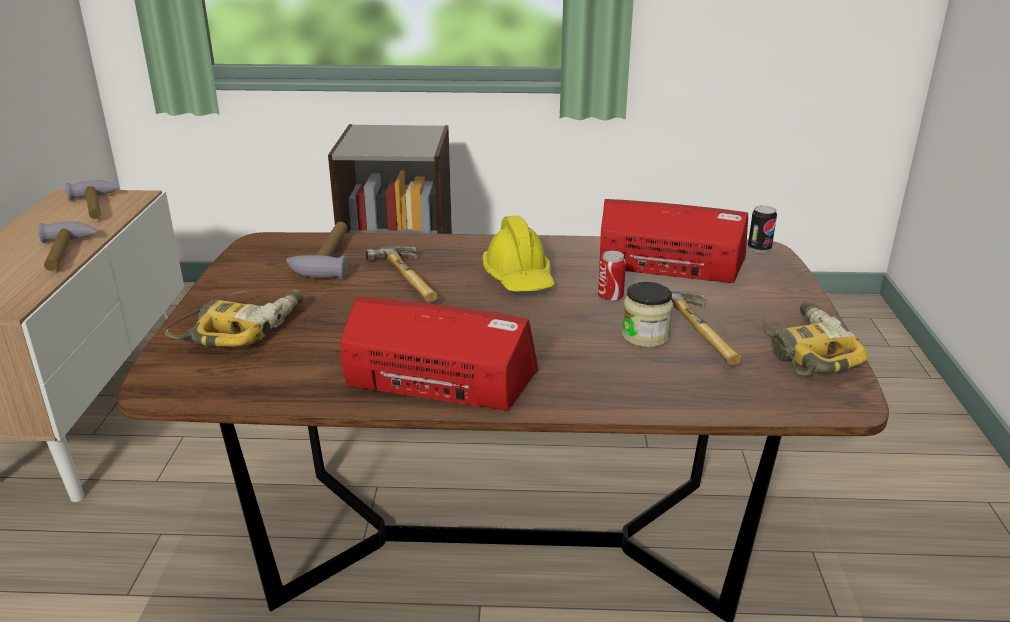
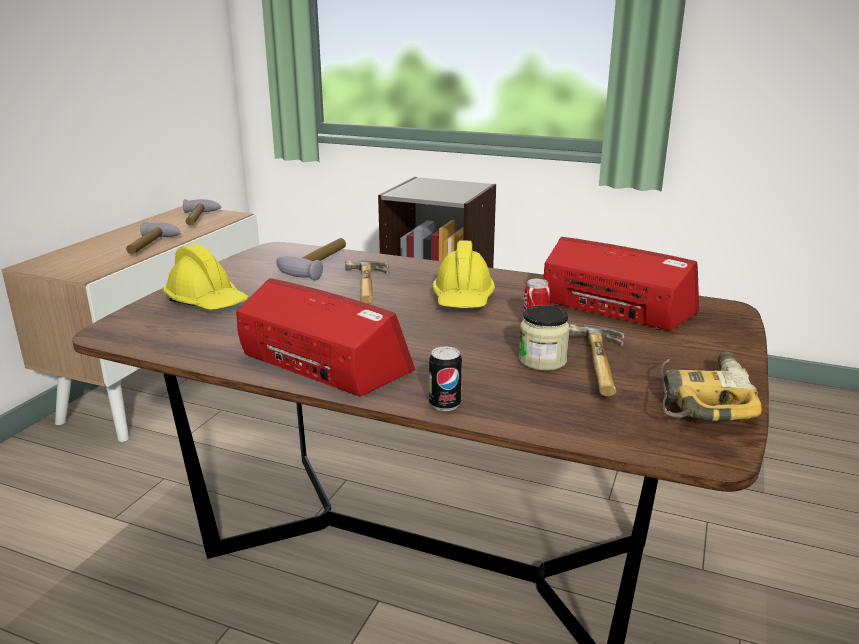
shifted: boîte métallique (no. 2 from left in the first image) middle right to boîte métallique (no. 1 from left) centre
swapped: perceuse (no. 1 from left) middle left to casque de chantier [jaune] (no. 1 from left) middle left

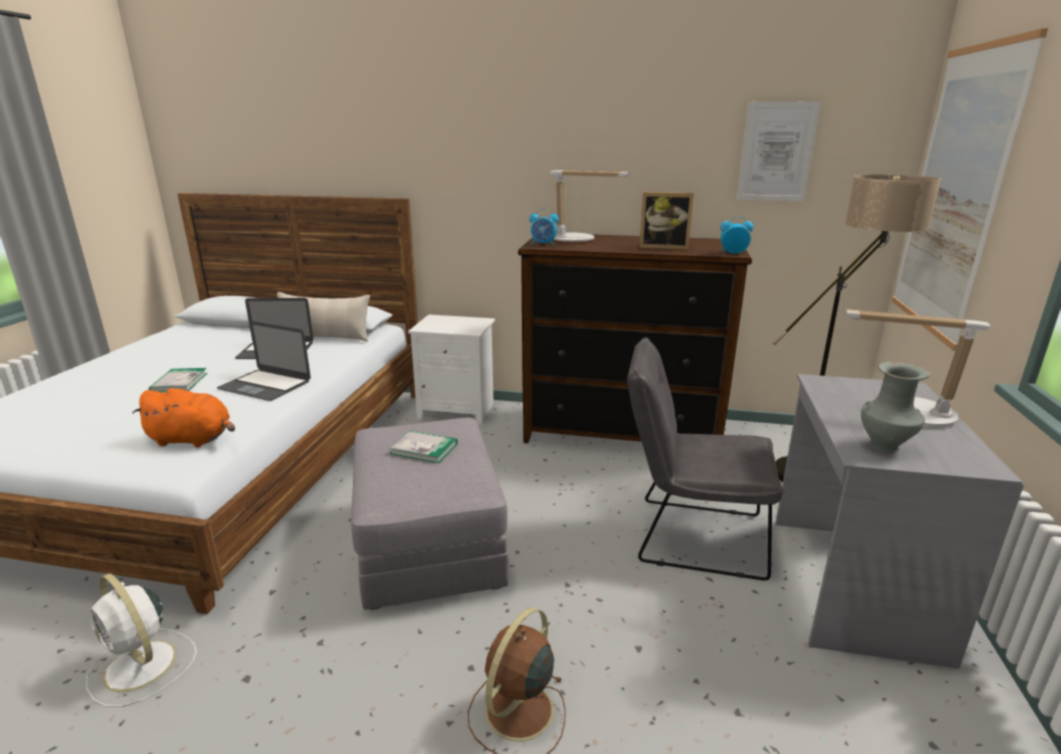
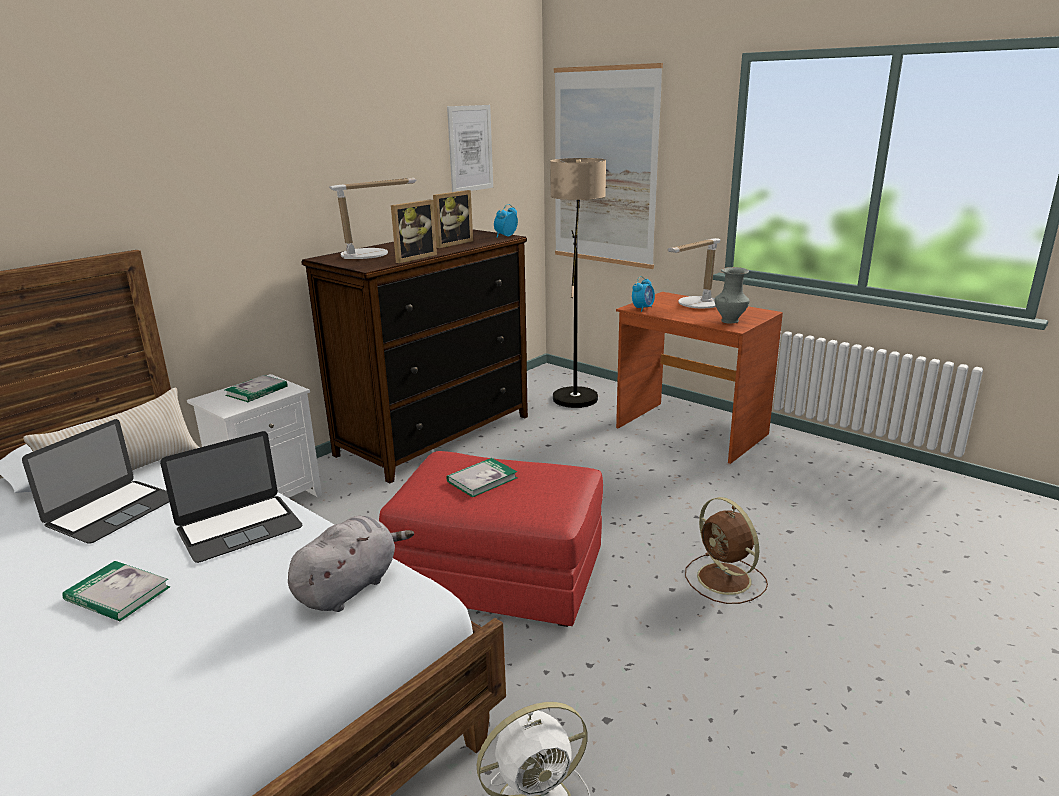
gone: chaise [gris] centre
new: cadre photo (no. 1 from left) top centre; livre (no. 2 from left) middle left
shifted: réveil (no. 1 from left in the first image) top centre to réveil (no. 2 from left) centre
repainted: bureau [gris] bottom right to bureau [marron] centre; peluche [orange] middle left to peluche [gris] bottom left; pouf [gris] bottom centre to pouf [rouge] bottom centre

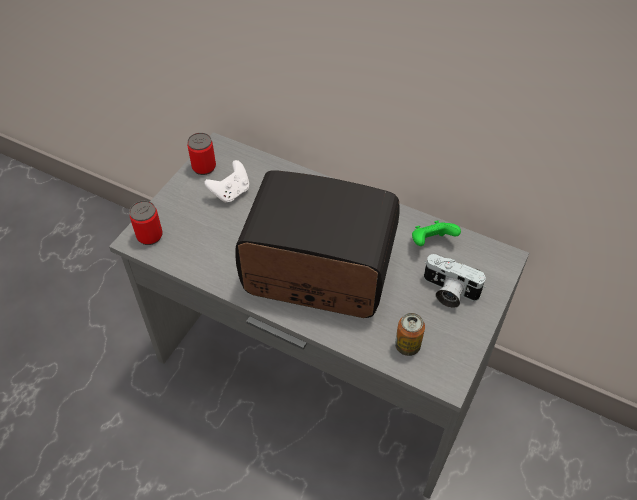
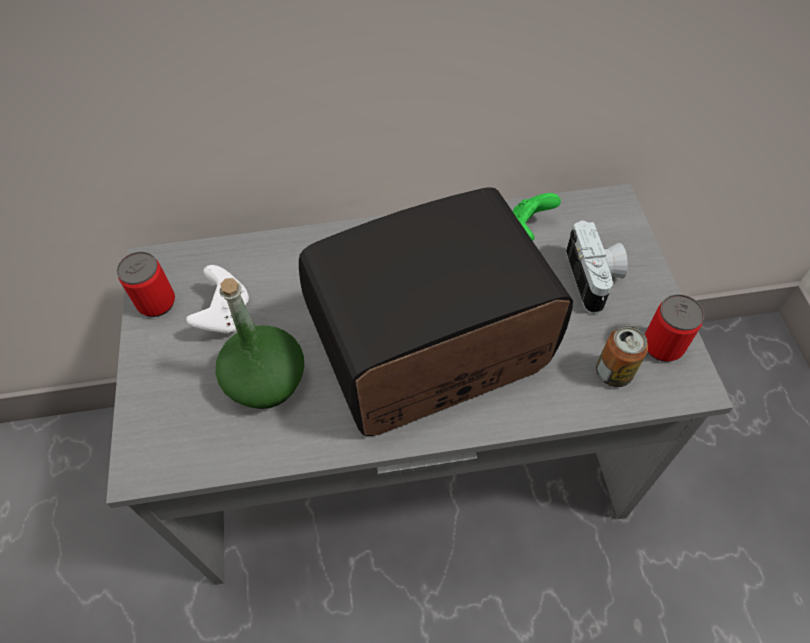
new: bouteille [vert] middle left
shifted: boîte métallique (no. 1 from left in the first image) middle left to boîte métallique (no. 3 from left) middle right
rotated: appareil photo middle right = middle right 90 degrees counterclockwise

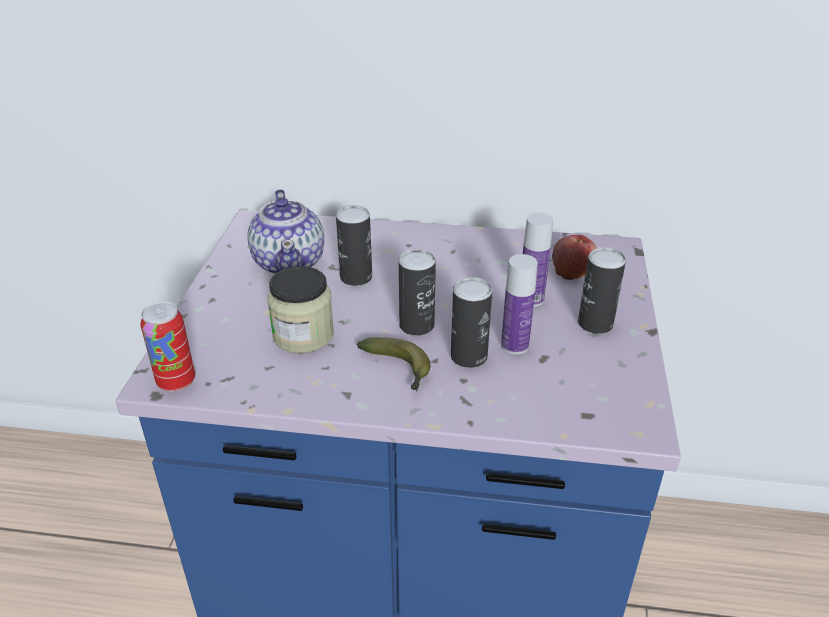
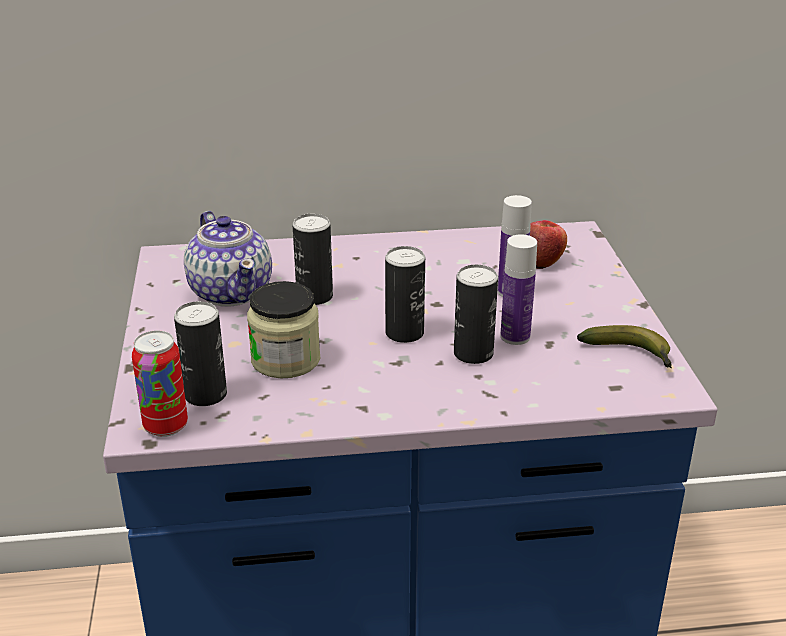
shifted: boîte métallique (no. 5 from left in the first image) middle right to boîte métallique (no. 2 from left) middle left; banane centre to middle right

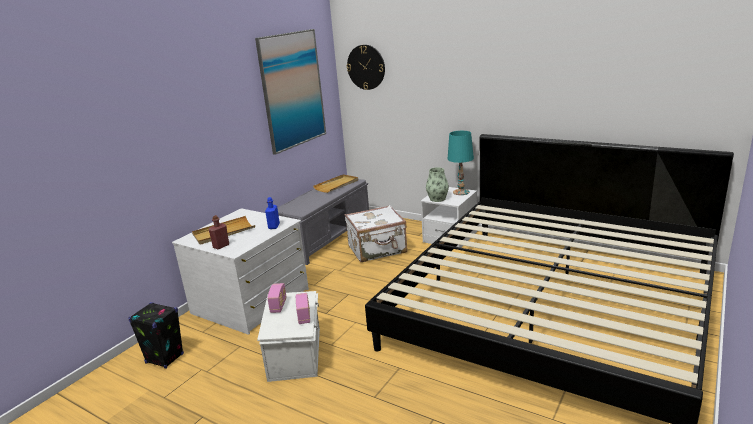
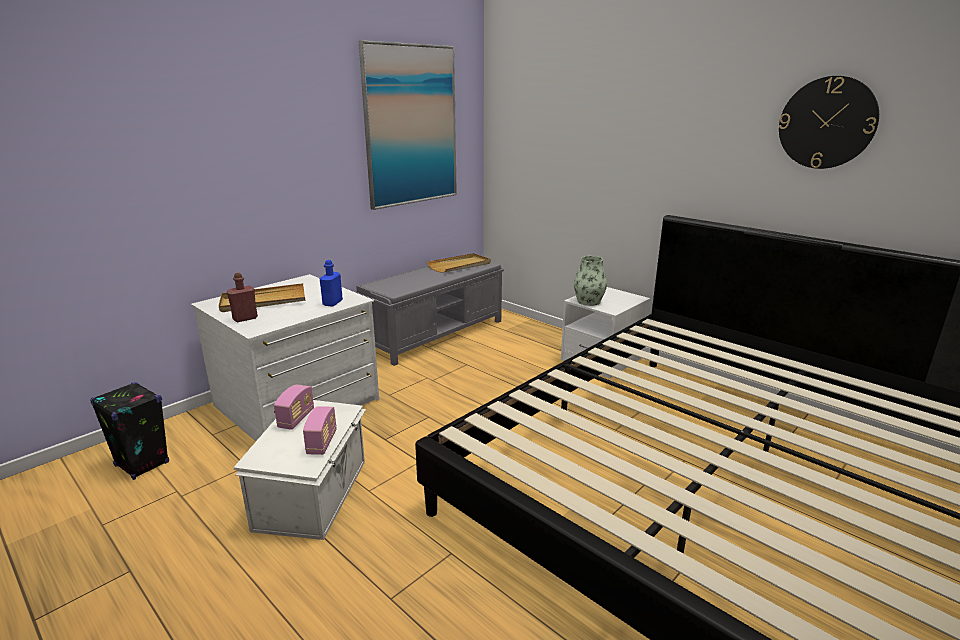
gone: lampe de table [turquoise] centre; valise [blanc] centre
shifted: horloge murale top centre to top right

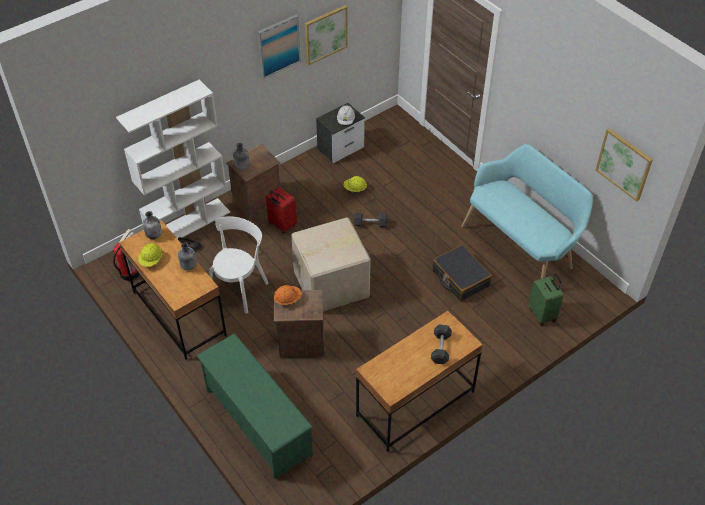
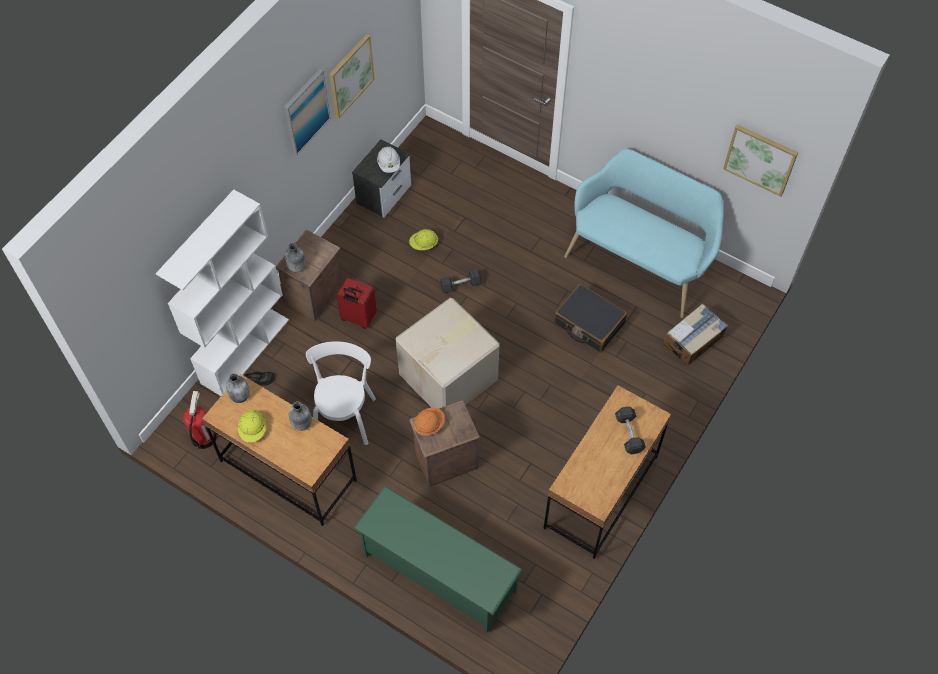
swapped: valise [vert] middle right to carton (no. 2 from left) middle right

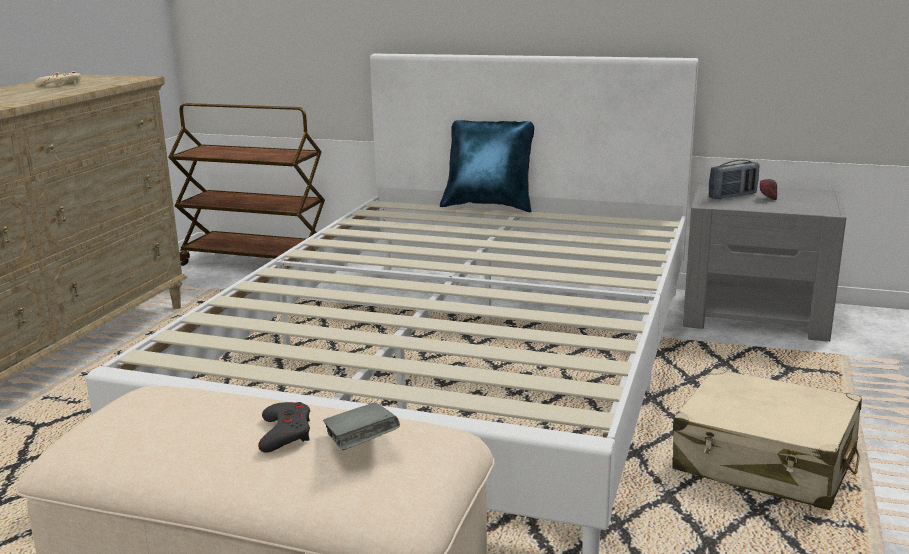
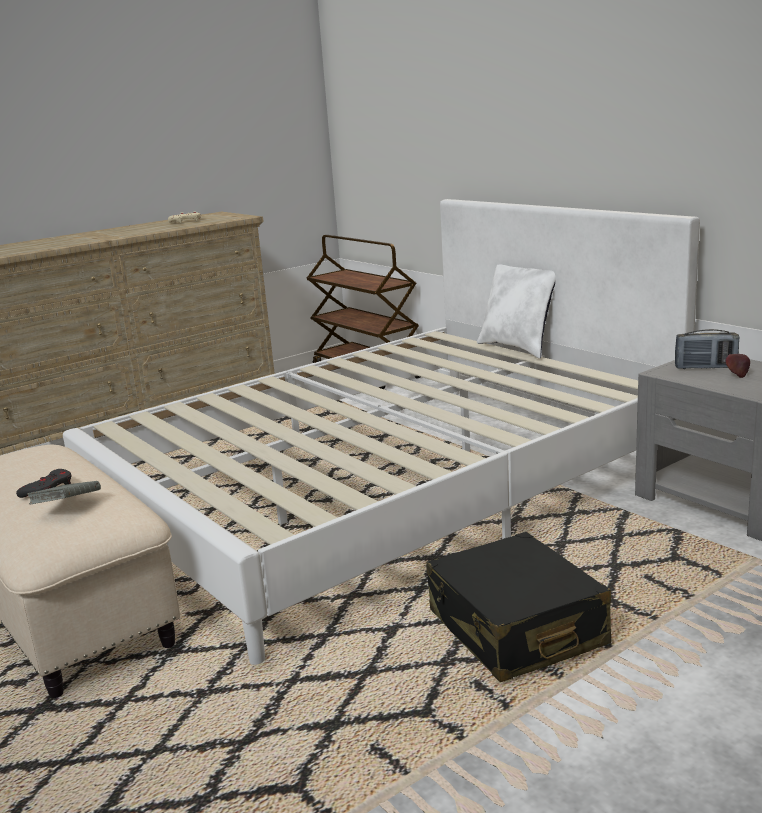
repainted: coussin [bleu] top centre to coussin [blanc] middle right; valise [beige] bottom right to valise [noir] bottom right

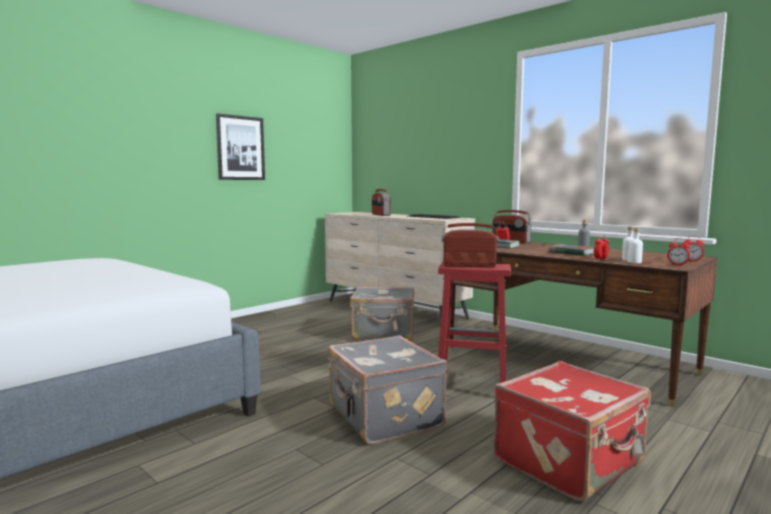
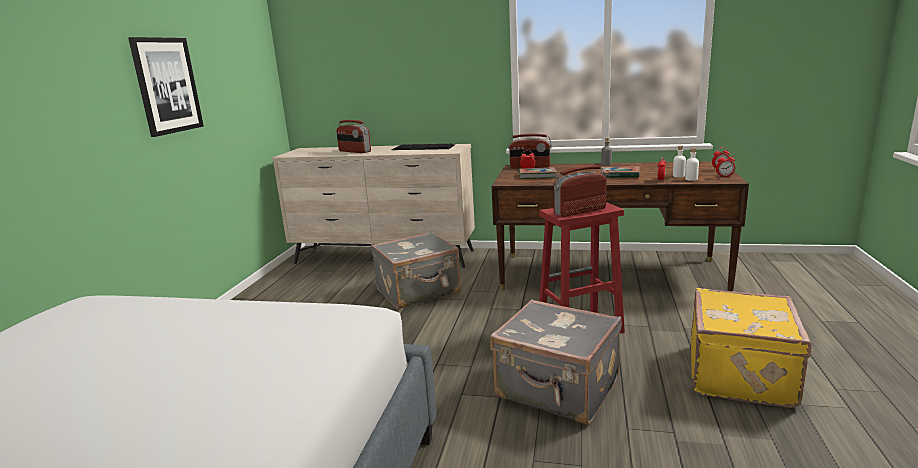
repainted: valise [rouge] bottom right to valise [jaune] bottom right

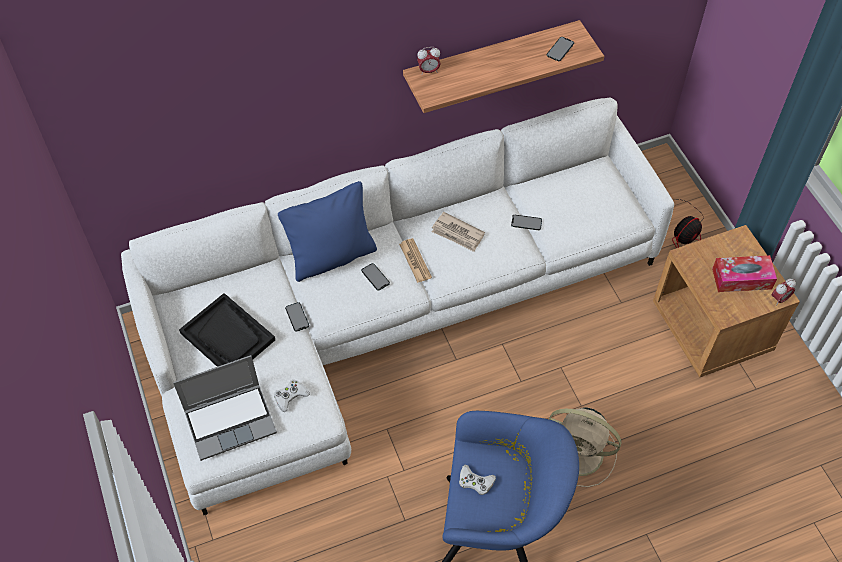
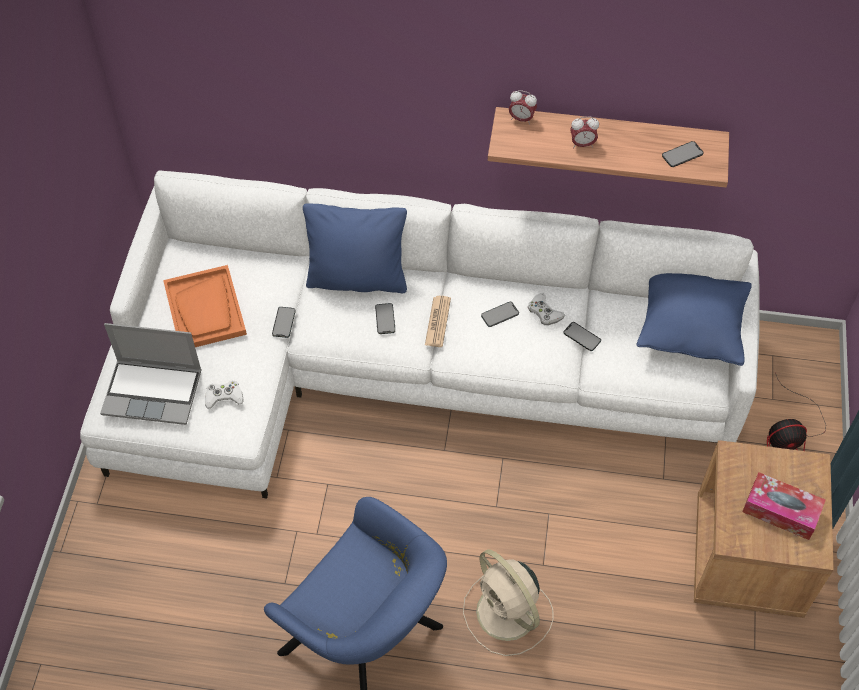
new: coussin [bleu] (no. 2 from left) middle right
shifted: réveil (no. 2 from left) middle right to top right; manette [blanc] (no. 2 from left) bottom centre to centre
swapped: journal (no. 2 from left) centre to téléphone (no. 3 from left) centre
repainted: plateau [noir] middle left to plateau [orange] middle left

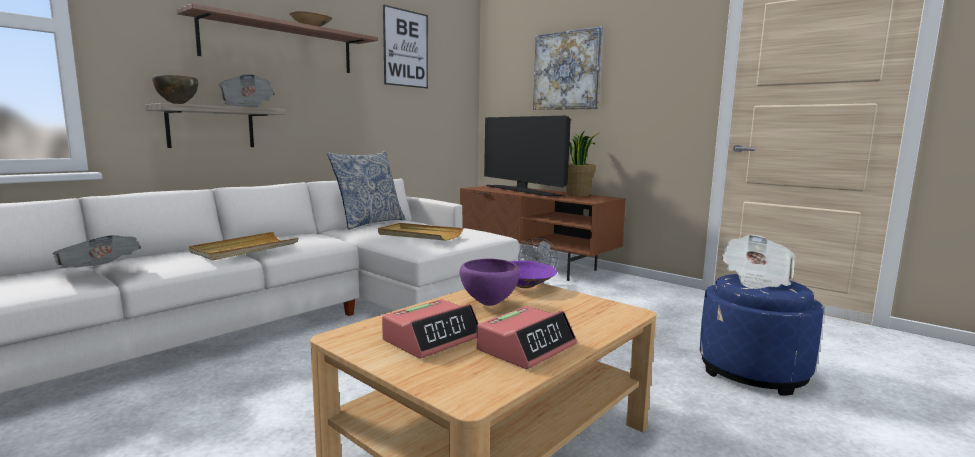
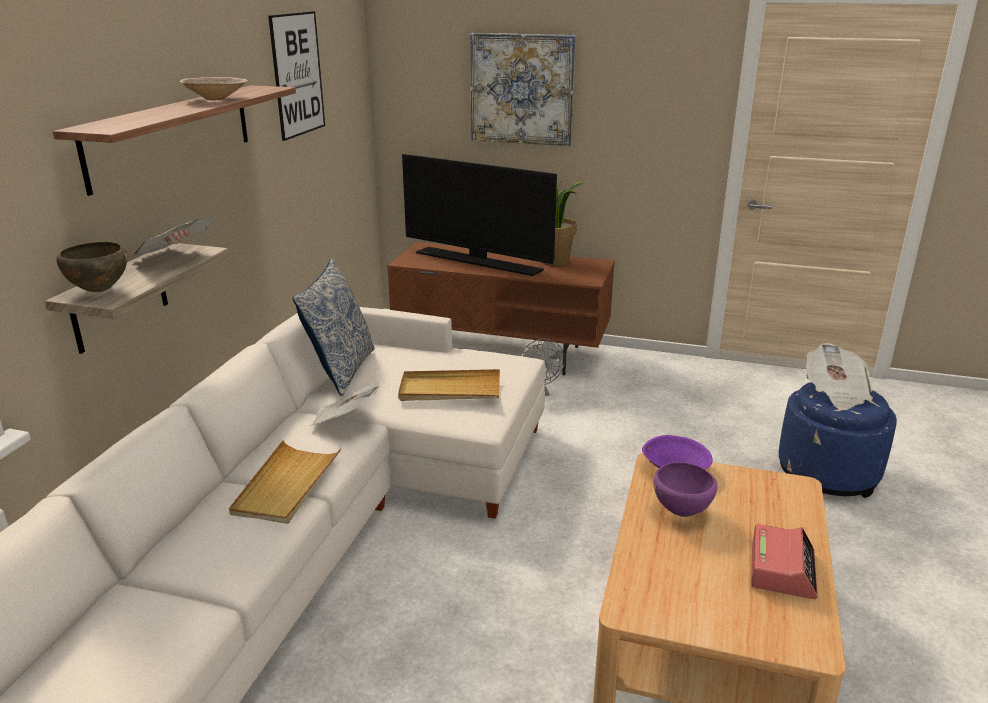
gone: réveil (no. 1 from left) bottom centre
shifted: journal (no. 1 from left in the first image) middle left to journal (no. 2 from left) centre

